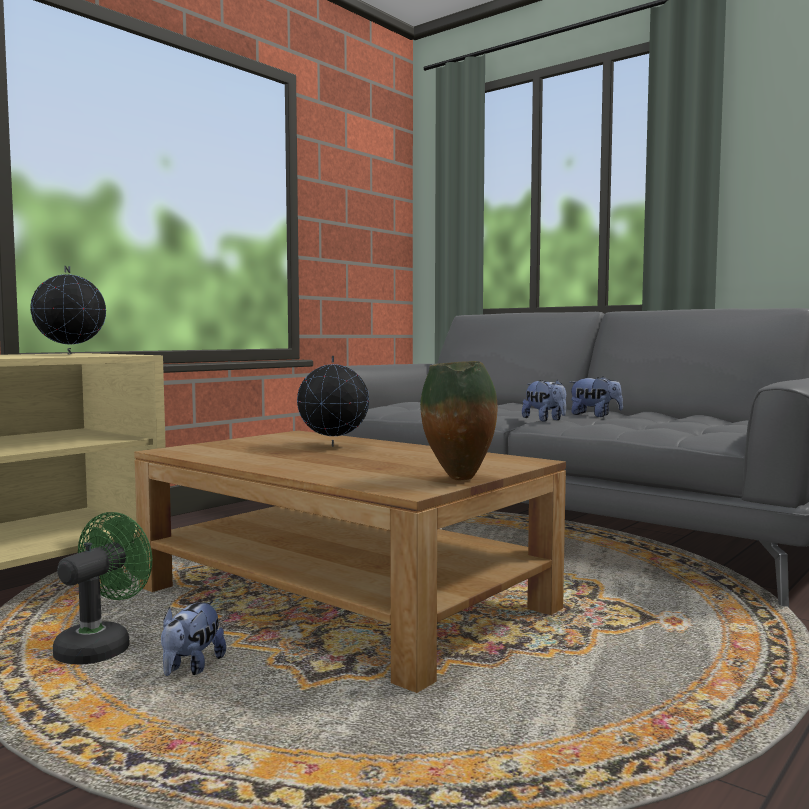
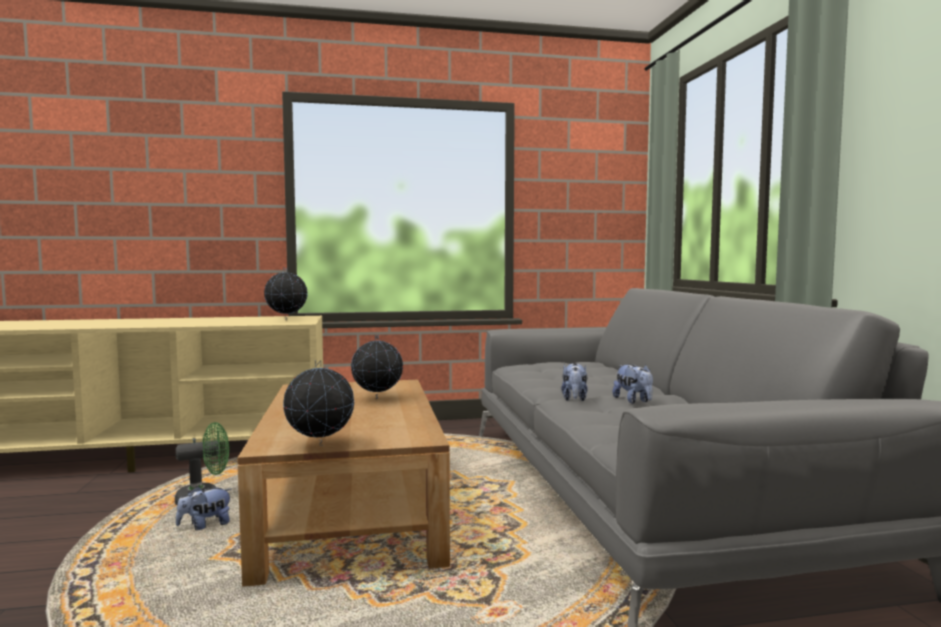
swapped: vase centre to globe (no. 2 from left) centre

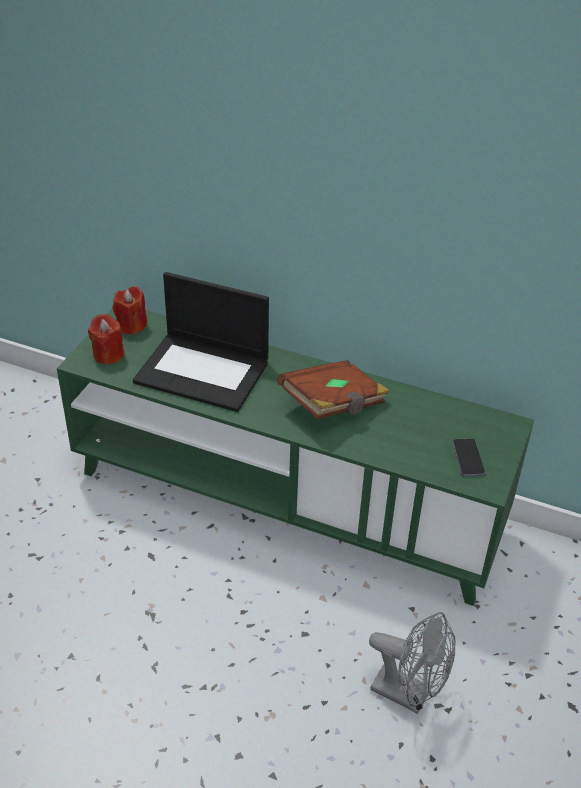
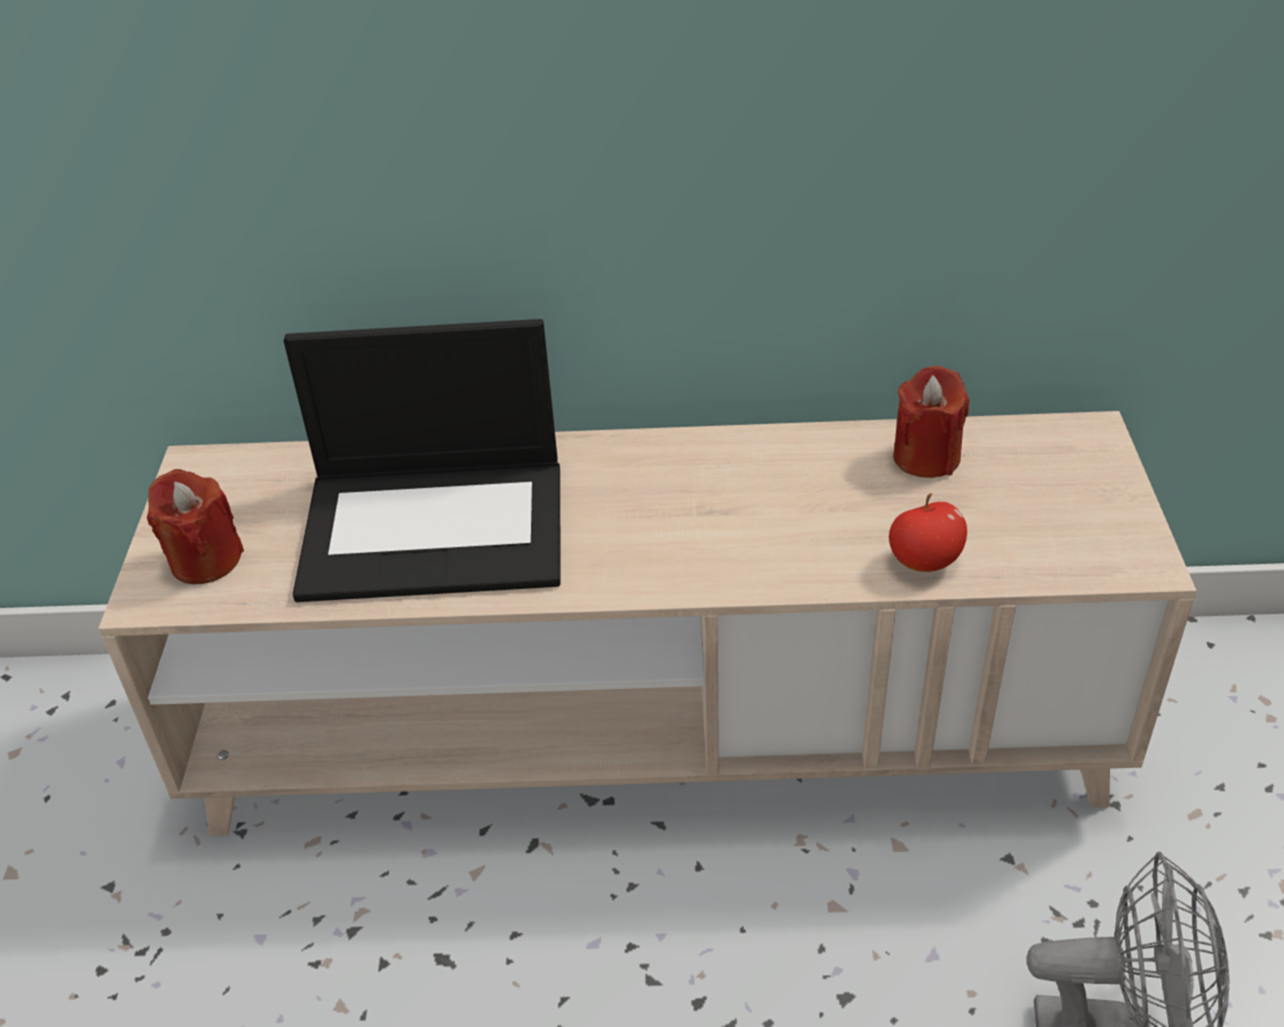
gone: livre [marron] centre; téléphone middle right
new: pomme middle right
shifted: bougie [rouge] (no. 2 from left) middle left to middle right
repainted: meuble télé [vert] centre to meuble télé [beige] centre

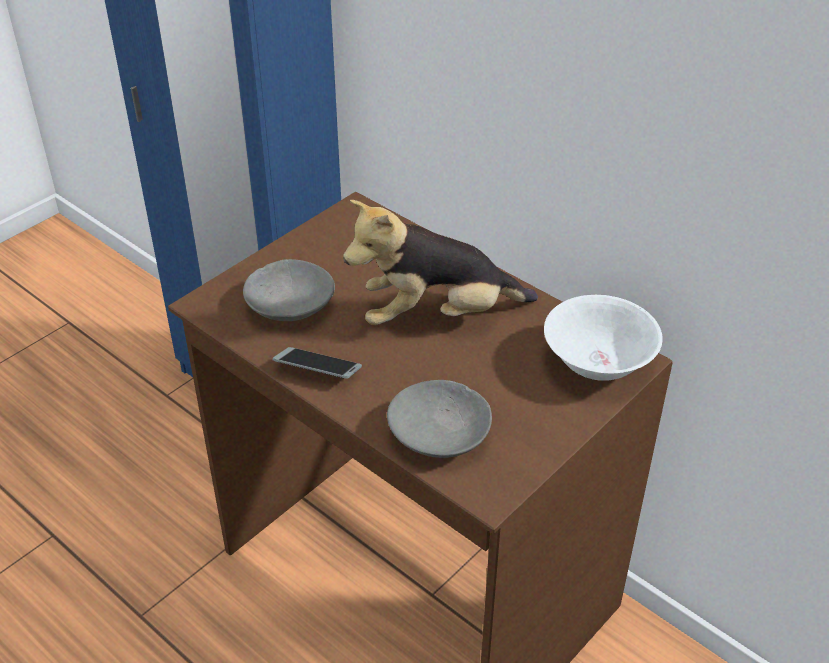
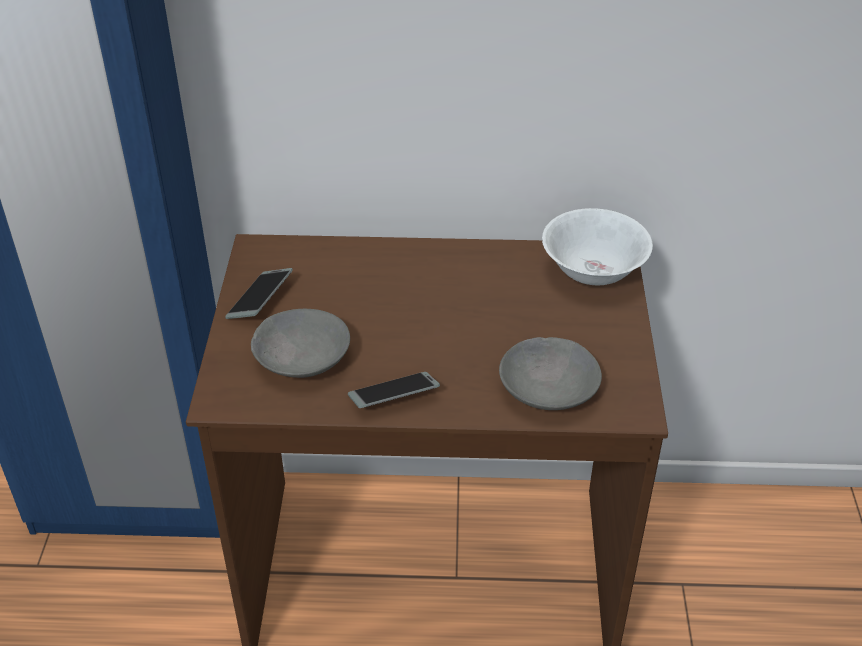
gone: peluche centre
new: téléphone (no. 1 from left) middle left

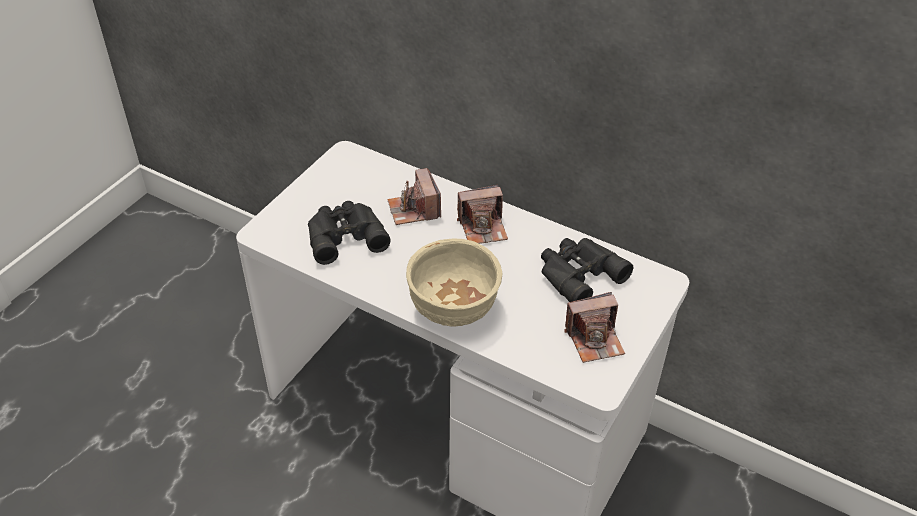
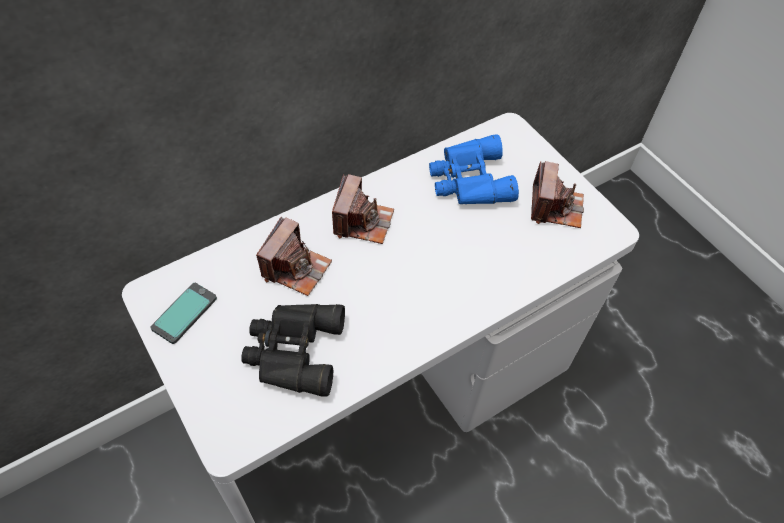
gone: bol [beige] centre
new: téléphone middle left
repainted: jumelles [noir] (no. 2 from left) centre to jumelles [bleu] top centre
rotated: appareil photo (no. 1 from left) centre = centre 75 degrees counterclockwise

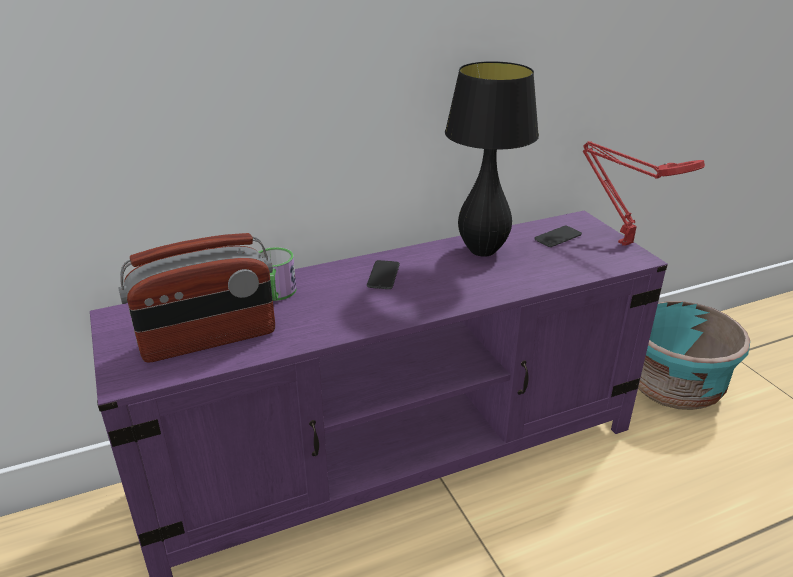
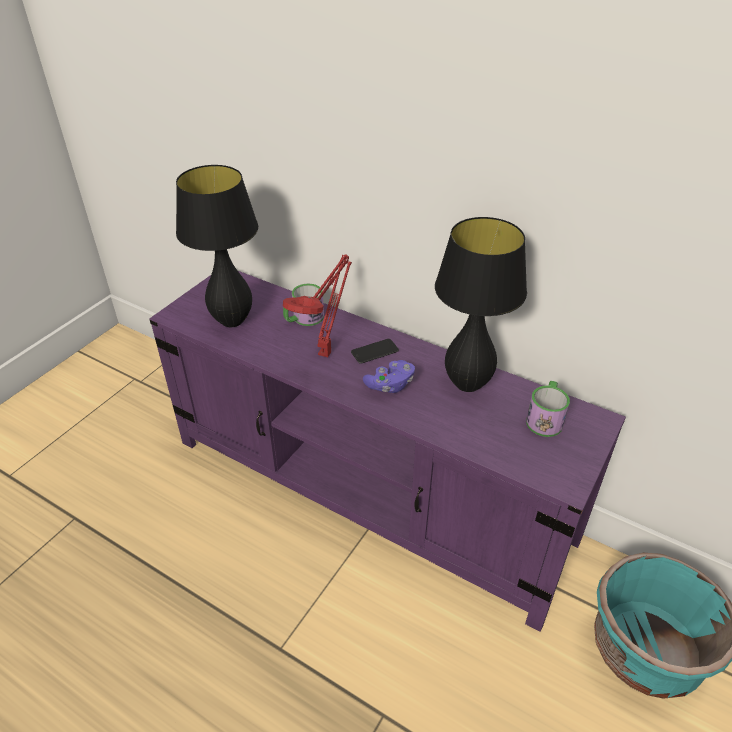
new: manette [violet] centre
shifted: lampe de table [rouge] middle right to centre
swapped: téléphone (no. 2 from left) middle right to mug (no. 2 from left) middle right; radio middle left to lampe de table [noir] (no. 1 from left) middle left

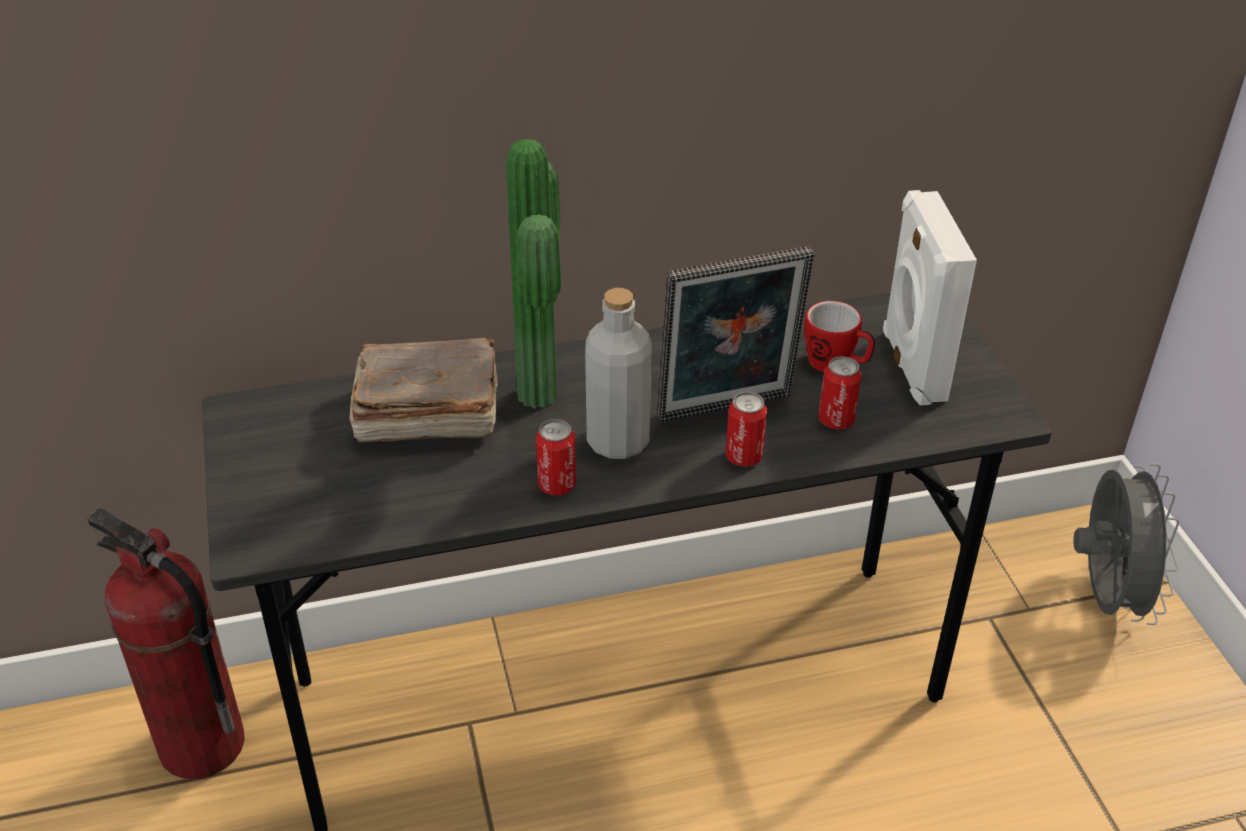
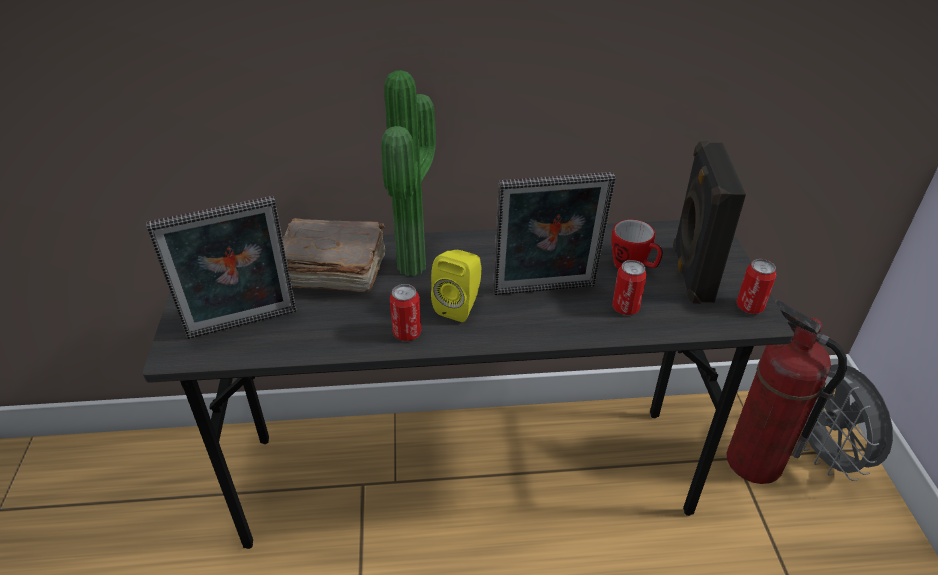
new: cadre photo (no. 1 from left) middle left
shifted: boîte métallique (no. 2 from left in the first image) centre to boîte métallique (no. 3 from left) middle right; extincteur bottom left to bottom right
swapped: bouteille [gris] centre to enceinte [jaune] centre
repainted: enceinte [blanc] middle right to enceinte [noir] middle right
rotated: ventilateur [gris] middle right = bottom right 150 degrees clockwise

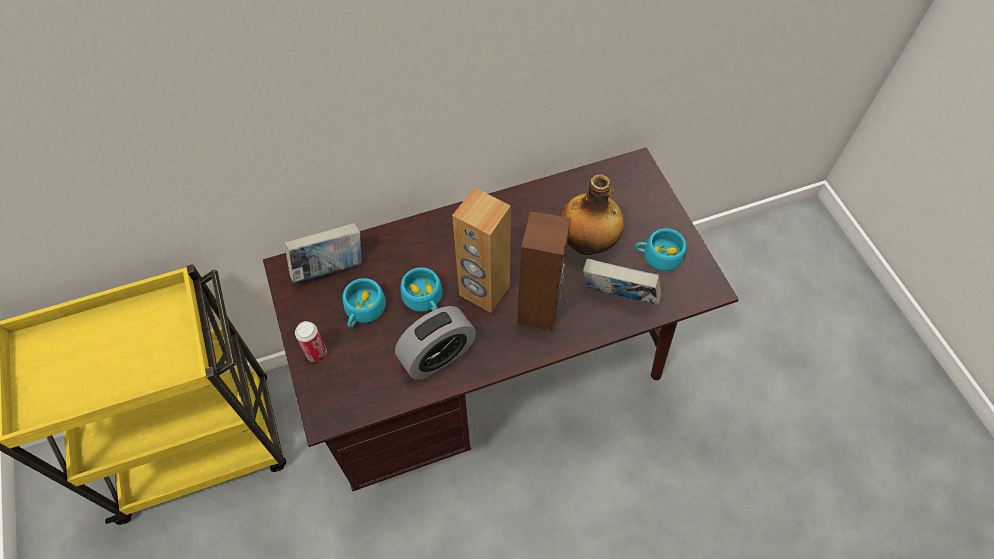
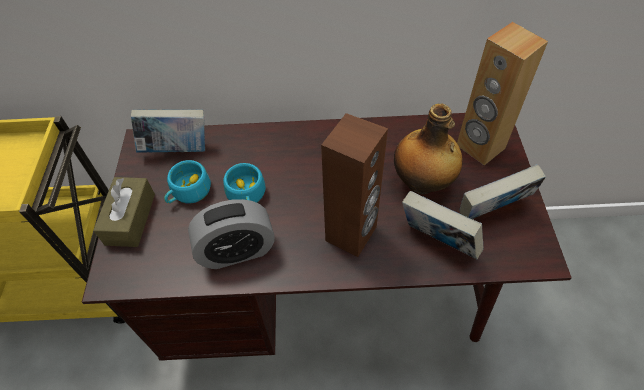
shifted: enceinte [marron] (no. 1 from left in the first image) centre to enceinte [marron] (no. 2 from left) top right
swapped: tasse [turquoise] (no. 3 from left) centre to livre (no. 3 from left) middle right; boîte métallique middle left to boîte à mouchoirs [marron] middle left

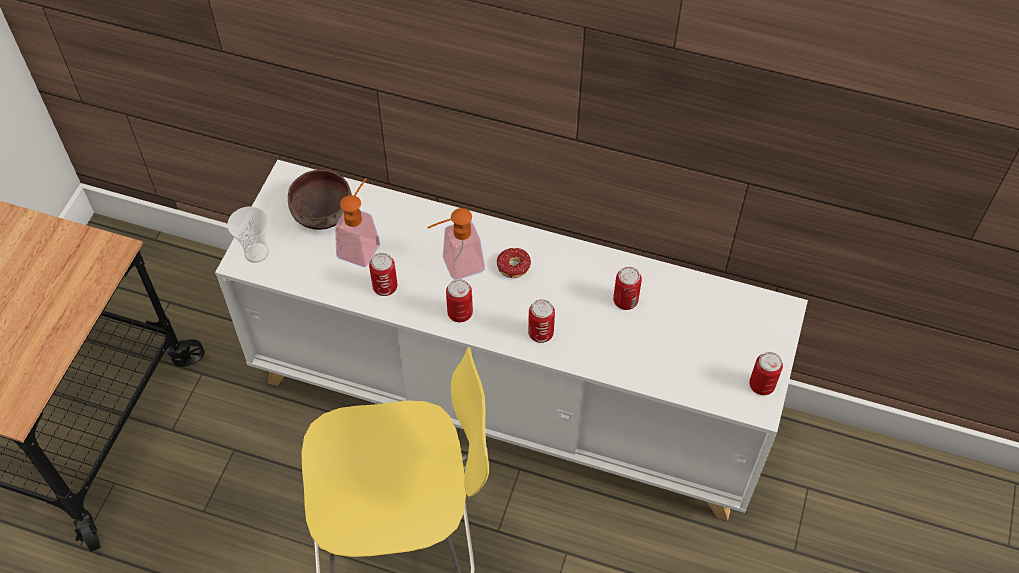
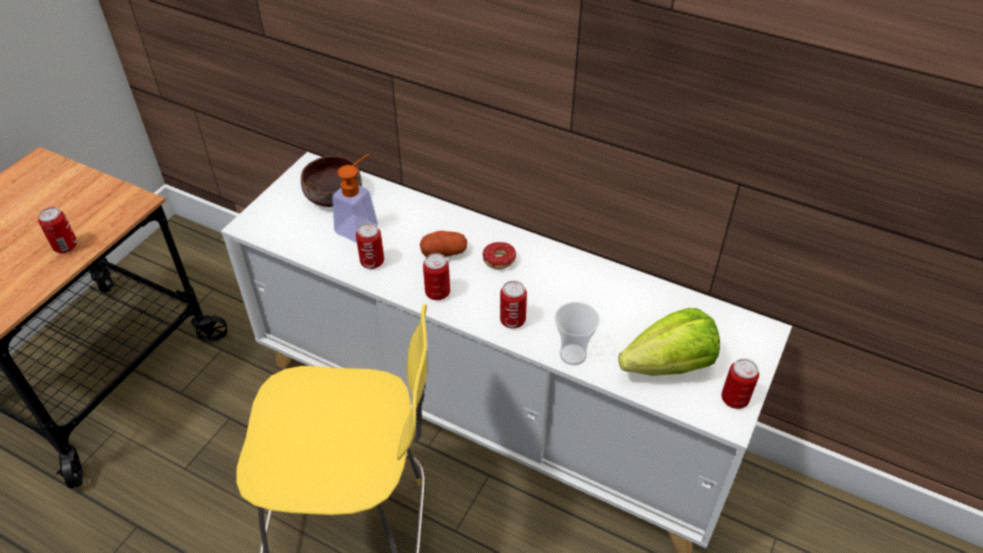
new: laitue middle right
shifted: tasse middle left to centre; boîte métallique (no. 4 from left in the first image) centre to boîte métallique (no. 1 from left) middle left
swapped: distributeur de savon (no. 2 from left) centre to pomme de terre centre

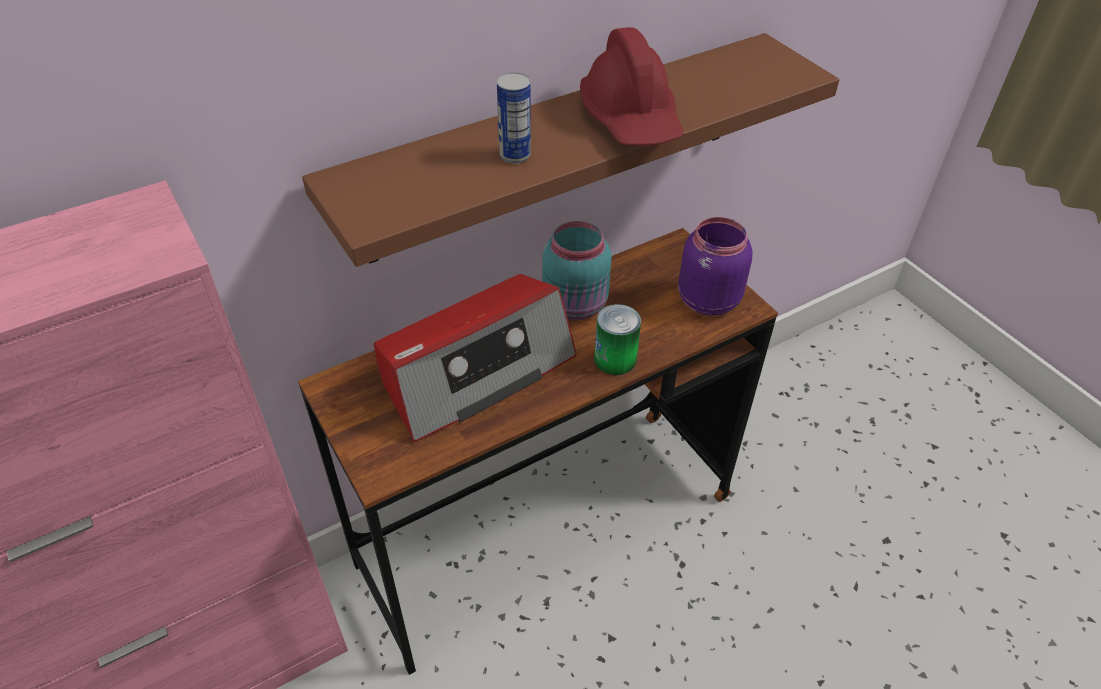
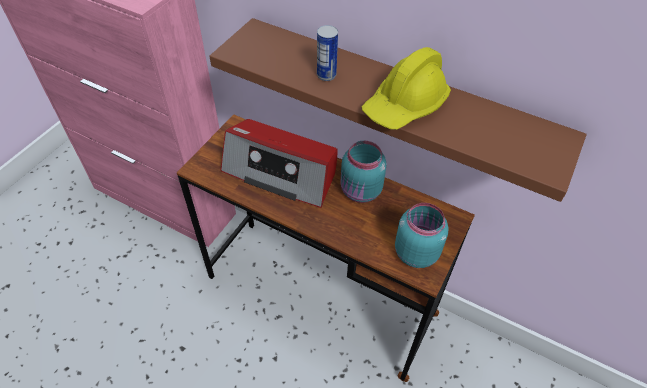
gone: boîte métallique (no. 2 from left) centre
repainted: casque de chantier [rouge] top centre to casque de chantier [jaune] top centre; bocal [violet] centre to bocal [turquoise] (no. 2 from left) centre

